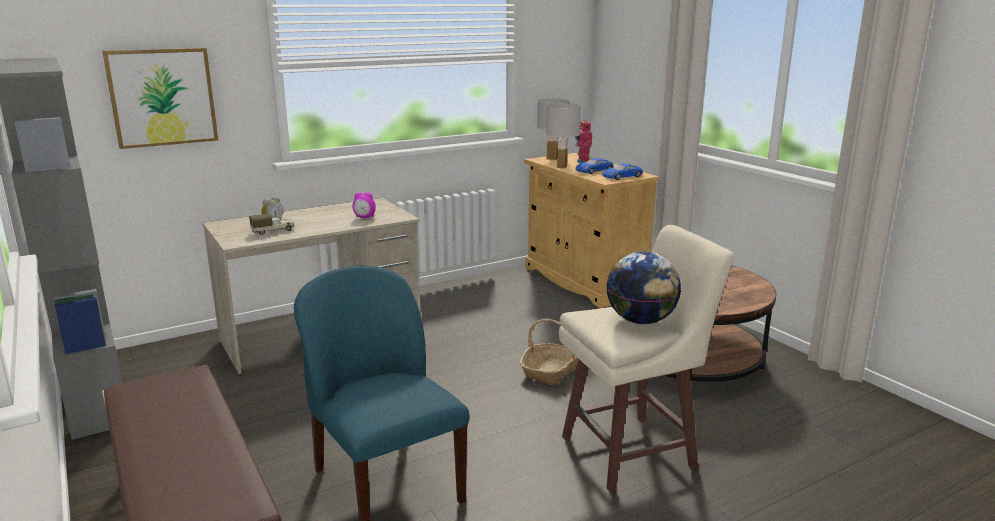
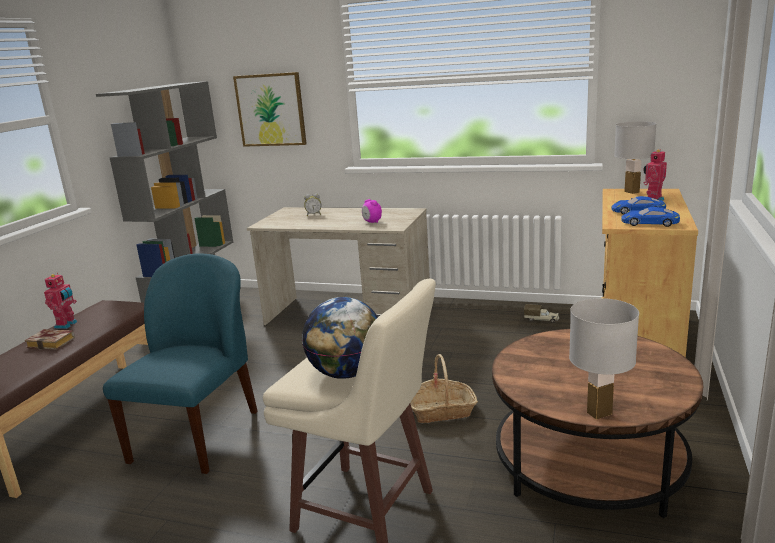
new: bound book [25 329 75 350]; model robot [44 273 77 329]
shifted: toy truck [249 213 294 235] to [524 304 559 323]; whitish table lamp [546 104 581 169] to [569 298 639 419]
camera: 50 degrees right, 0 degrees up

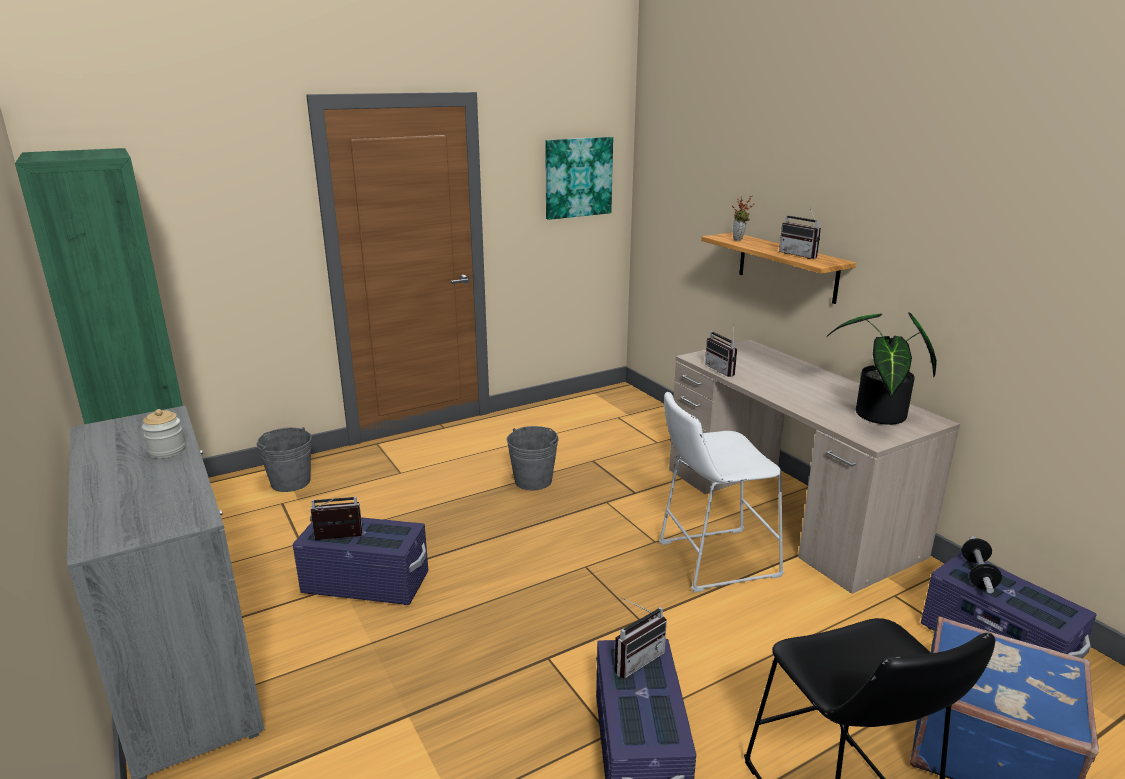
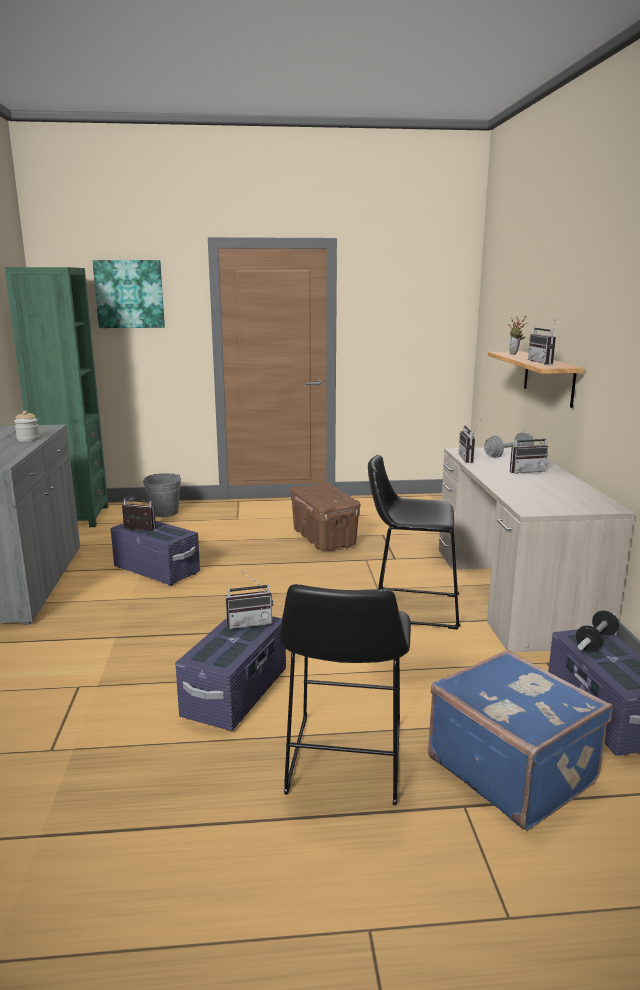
gone: plant in a pot [827 313 937 425]
new: grey free weight [484 432 534 458]; radio [510 428 548 474]
shifted: wall picture [545 137 613 220] to [92 260 165 328]
swapped: grey water bucket [507 426 559 490] to brownish storage box [290 482 361 551]
repainted: whitish stool seat [659 392 784 592] to black-coloured stool seat [368 455 461 630]
camera: 25 degrees right, 5 degrees down

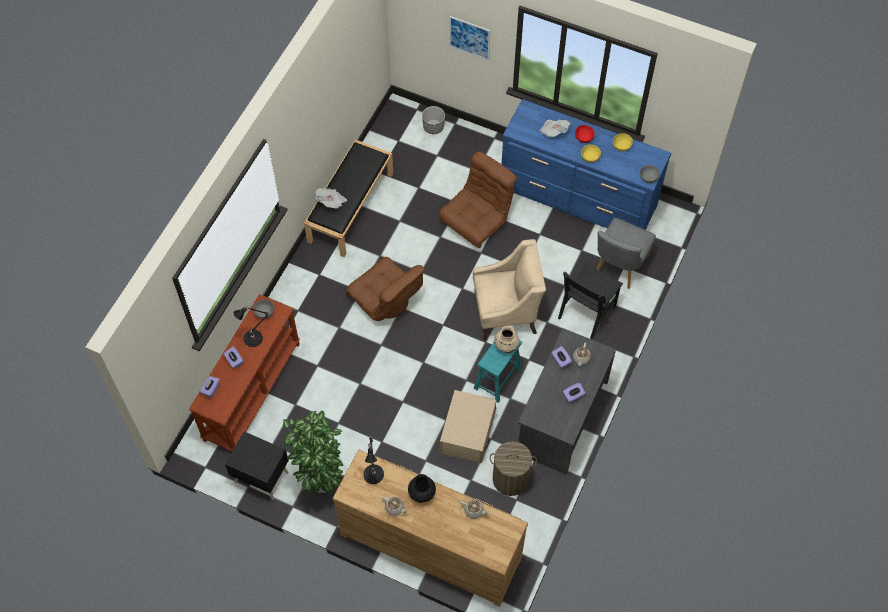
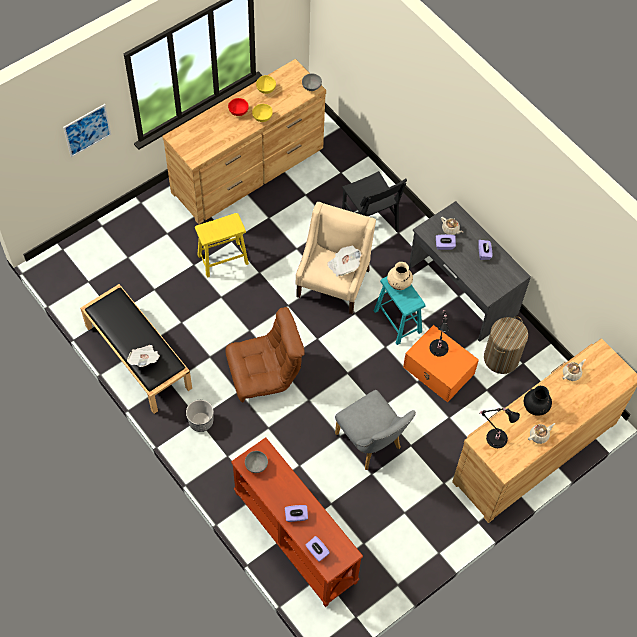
gone: black-coloured nightstand [225 432 289 500]; plant in a pot [283 410 343 494]
shifted: black-coloured table lamp [234 306 270 347] to [429 310 449 356]; planter [422 106 445 134] to [186 400 214 432]; newspaper [539 119 571 137] to [327 245 362 277]; grey chair [597 218 656 289] to [335 390 416 470]
swapped: brownish lounge chair [438 151 517 248] to yellow-coloured stool seat [195 213 249 278]
repainted: beige storage box [440 390 496 463] to orange-coloured storage box [403 325 479 402]; blue-coloured dresser [502 99 671 230] to brownish dresser [162 59 326 224]
camera: 65 degrees left, 0 degrees up

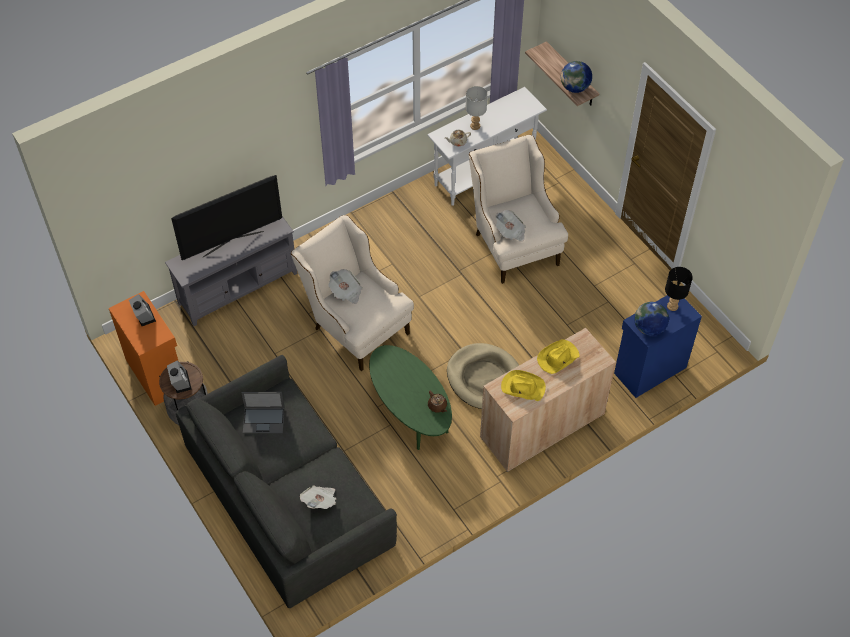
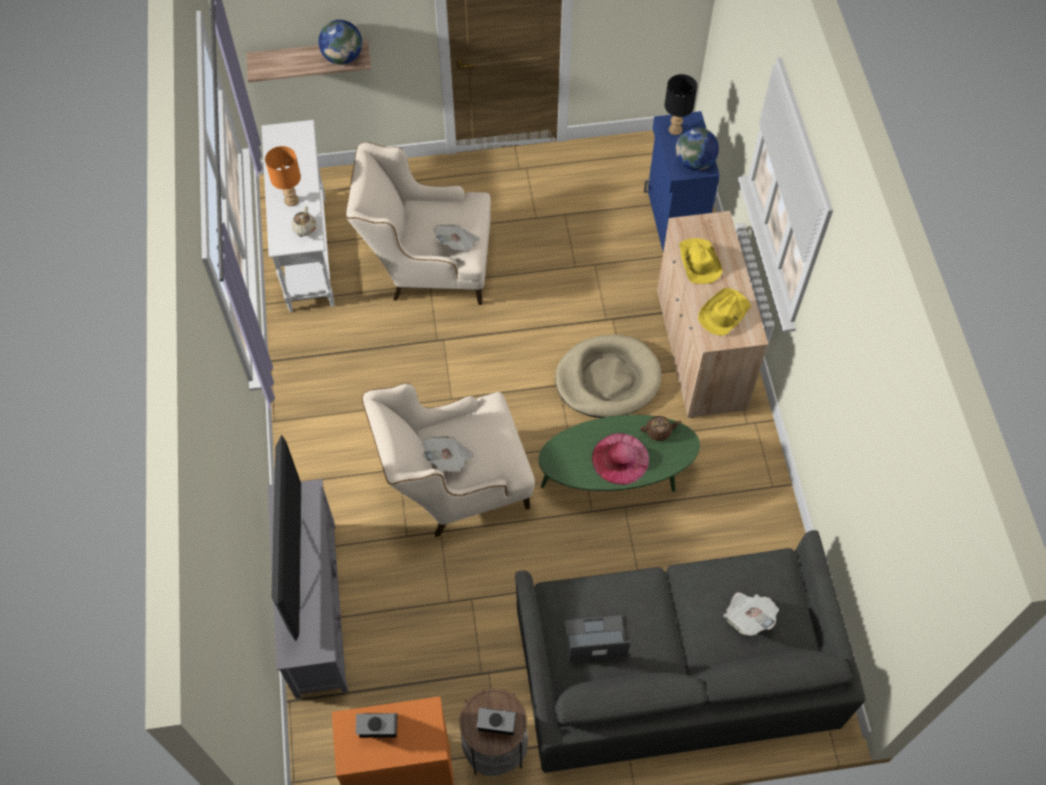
new: pink hat [592 433 649 485]
repainted: grey table lamp [465 86 488 130] to orange-coloured table lamp [265 146 301 206]
rotated: portable computer [241 392 284 433] = [565 615 630 662] 120 degrees counterclockwise
camera: 65 degrees left, 5 degrees up

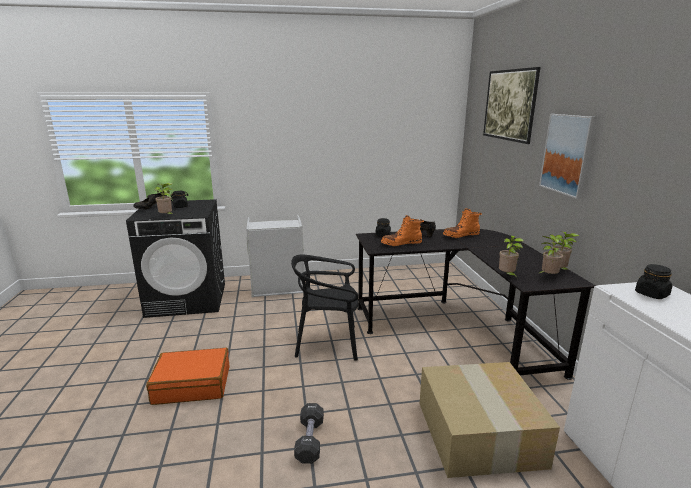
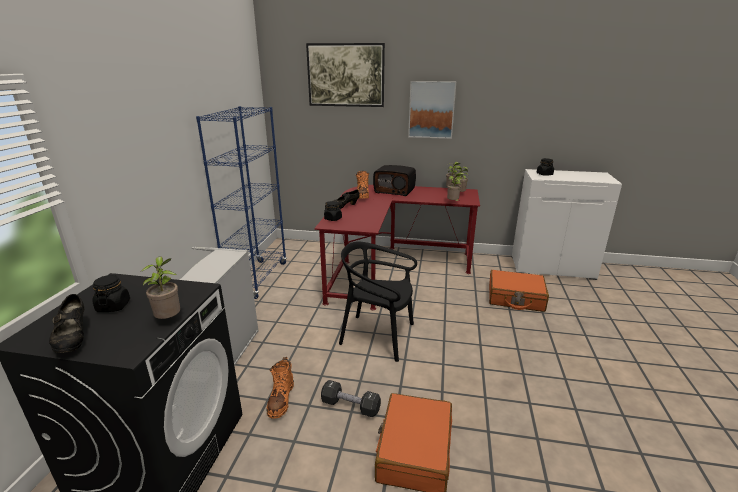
new: blue-coloured bookshelf [196 106 287 299]; radio [373 165 416 196]
shifted: black-coloured free weight [294 403 324 464] to [321 380 381 417]; orange-coloured tall boot [381 215 424 246] to [267 357 294 419]
swapped: packing box [420 362 560 478] to orange-coloured suitcase [489 270 549 312]
repainted: black-coloured desk table [356 229 596 380] to red desk table [314 185 480 310]
rotated: black-coloured chair [291 255 358 361] = [339 242 417 362] 90 degrees clockwise
camera: 70 degrees left, 5 degrees up

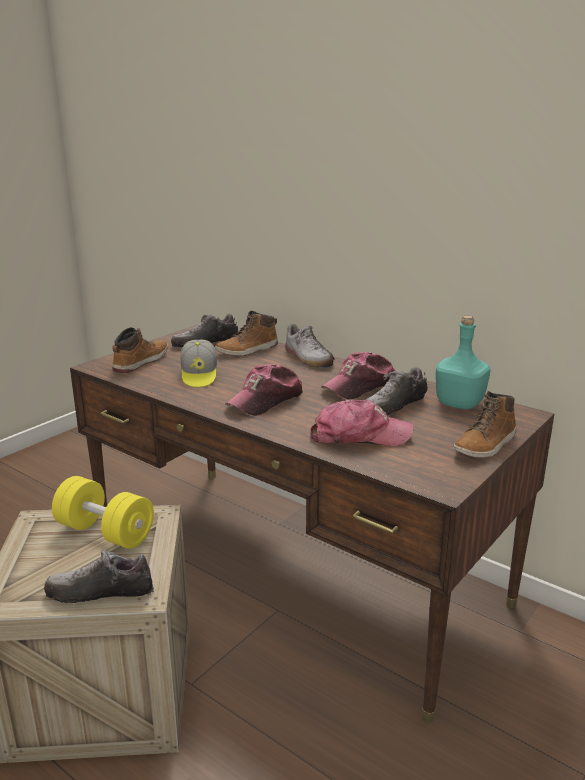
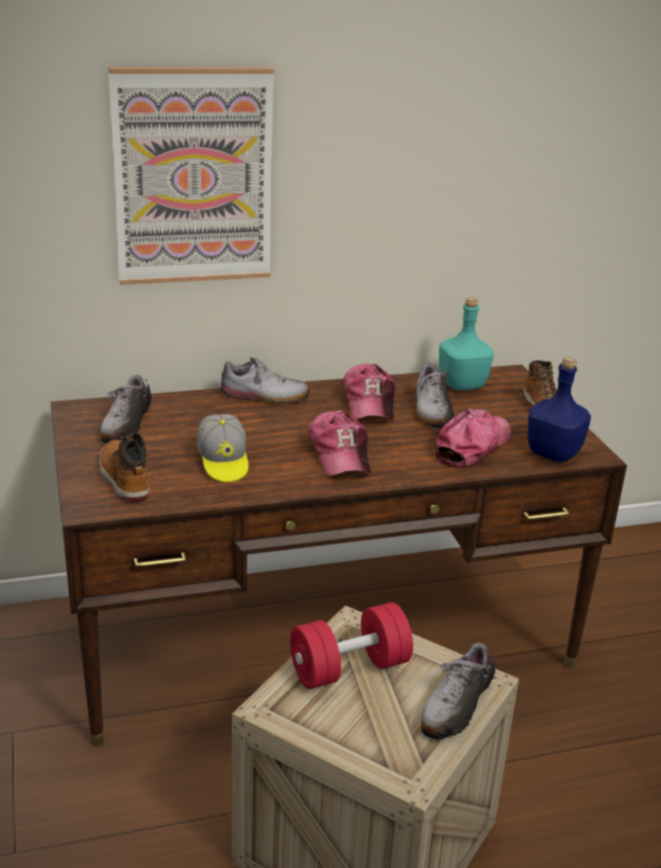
gone: tall boot [215 311 278 356]
new: wall picture [108 67 274 285]; blue-coloured bottle [528 357 591 462]
repainted: yellow-coloured free weight [52 476 154 549] to red free weight [290 602 413 689]
rotated: baseball cap [180 339 217 388] = [197 414 249 482] 45 degrees clockwise
camera: 55 degrees left, 5 degrees up

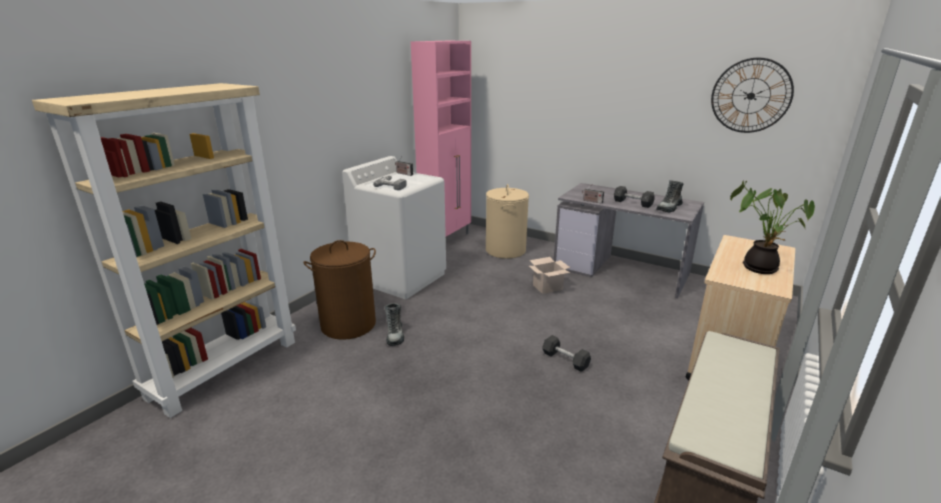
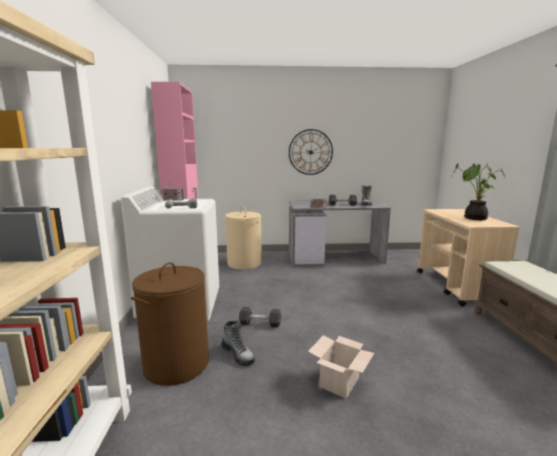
shifted: packing box [529 257 570 294] to [308 335 374 398]; grey free weight [542 335 591 372] to [239 307 281 328]; clock on the wall [711 58 794 133] to [289 129 333 175]
camera: 35 degrees left, 10 degrees down

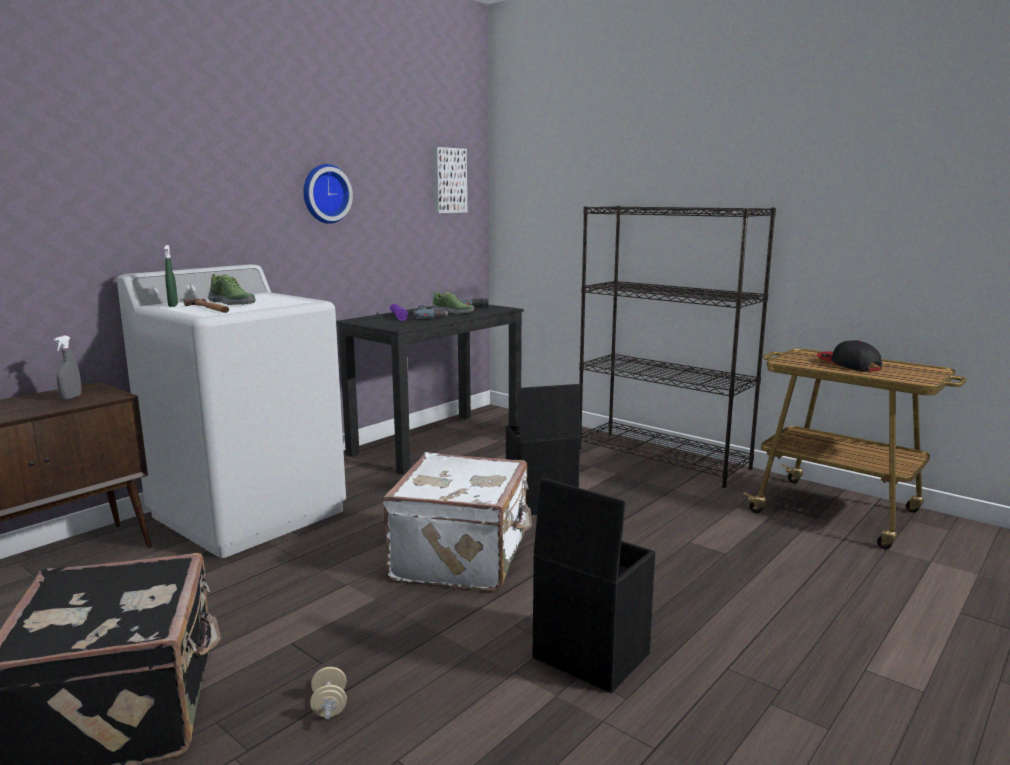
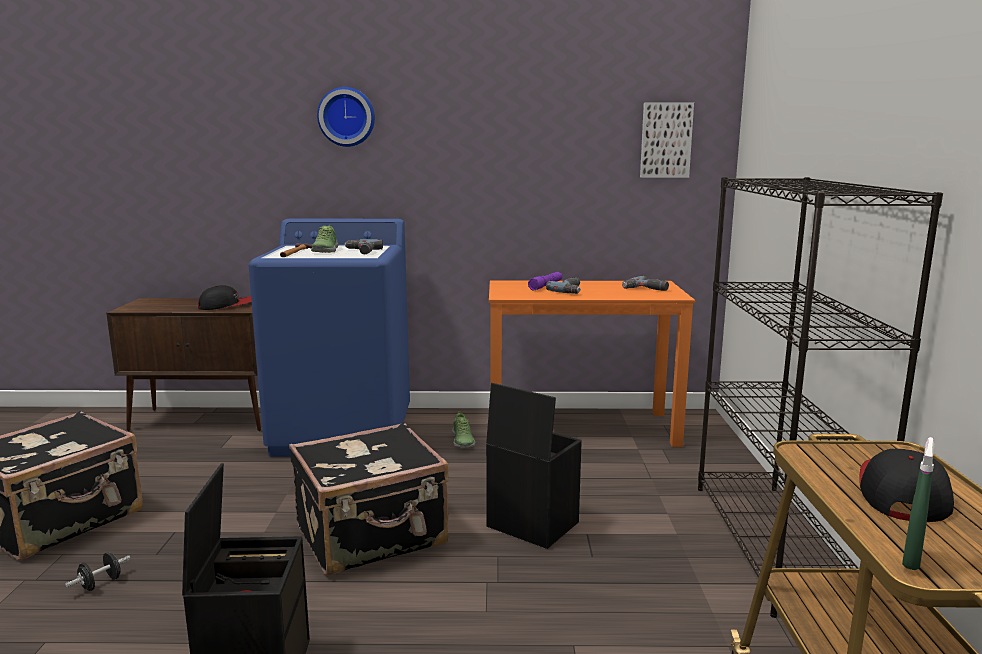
new: electric drill [344 239 383 254]
shifted: greenish hand sprayer [164 245 178 307] to [902 437 935 570]; clock on the wall [303 164 353 224] to [317 87 375 147]; shoe [431 291 474 314] to [452 411 475 448]
swapped: grey hand sprayer [54 335 82 400] to baseball cap [198 285 251 310]
repainted: whitish laundry machine [117 264 346 558] to blue-coloured laundry machine [249 219 410 457]; beige free weight [310 667 347 719] to black-coloured free weight [65 552 131 591]; black-coloured desk table [336 305 524 475] to orange-coloured desk table [489 281 695 447]; whitish suitcase [382 452 532 592] to black-coloured suitcase [289 422 449 575]
camera: 50 degrees right, 0 degrees up

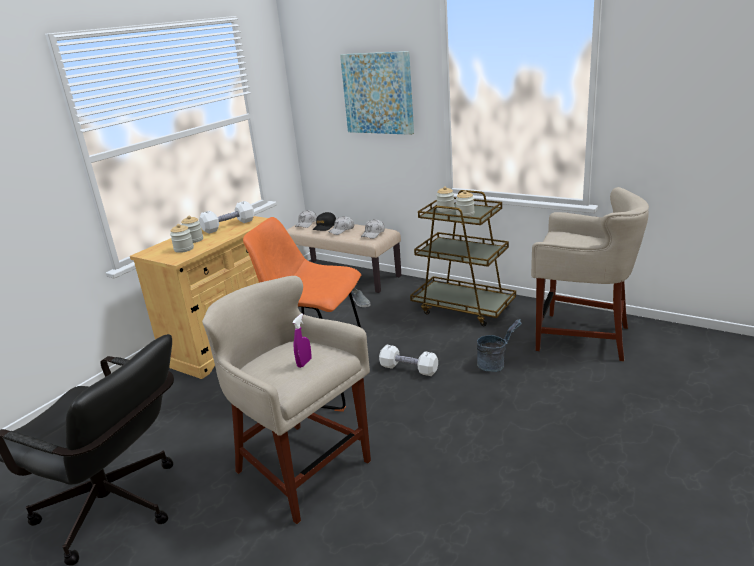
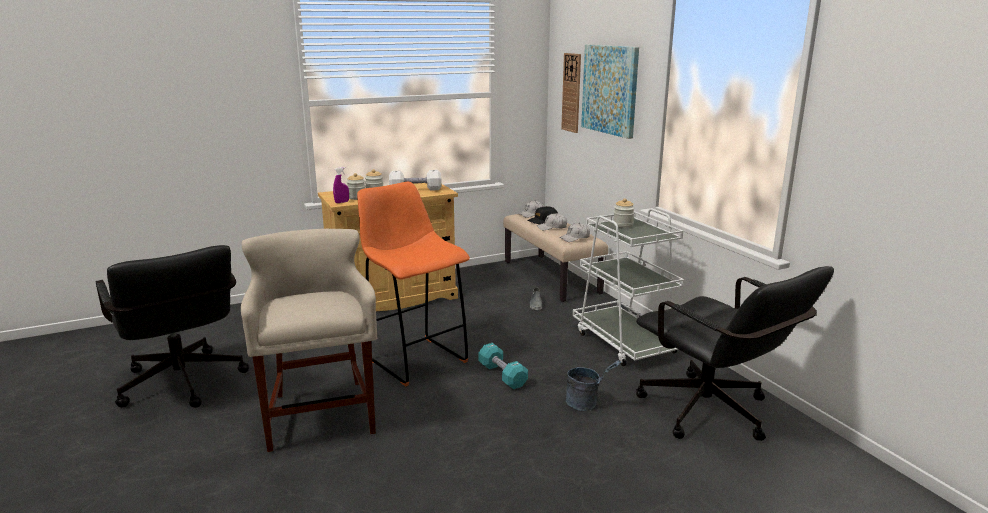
gone: storage jar [456 190 474 217]
new: clock on the wall [561 53 581 133]
shifted: purplish hand sprayer [292 314 311 368] to [333 167 349 203]
swapped: beige stool seat [531 187 649 361] to black-coloured office chair [636 266 834 441]
repainted: whitish free weight [379 344 438 376] to turquoise free weight [478 343 528 389]; brownish cart [410 190 516 326] to whitish cart [573 208 684 366]
camera: 30 degrees right, 5 degrees down

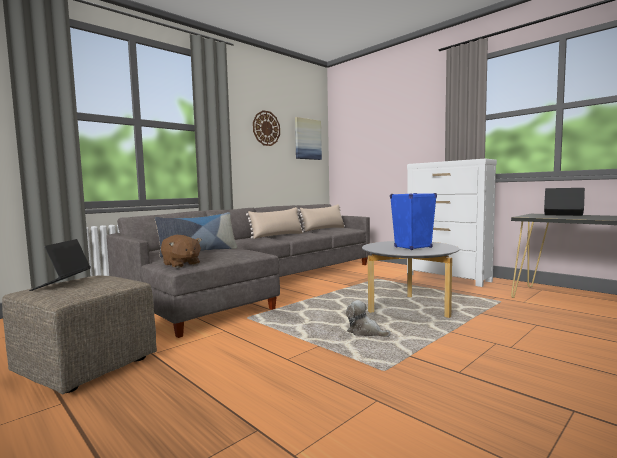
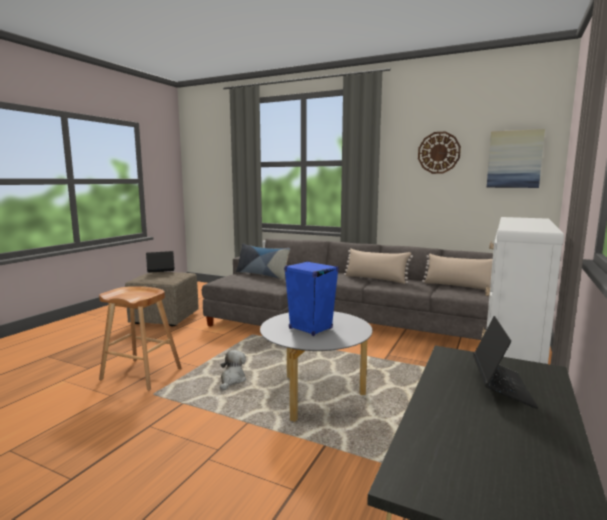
gone: brownish soft toy [161 235 202 268]
new: brownish stool seat [99 286 181 390]
camera: 70 degrees right, 5 degrees up

